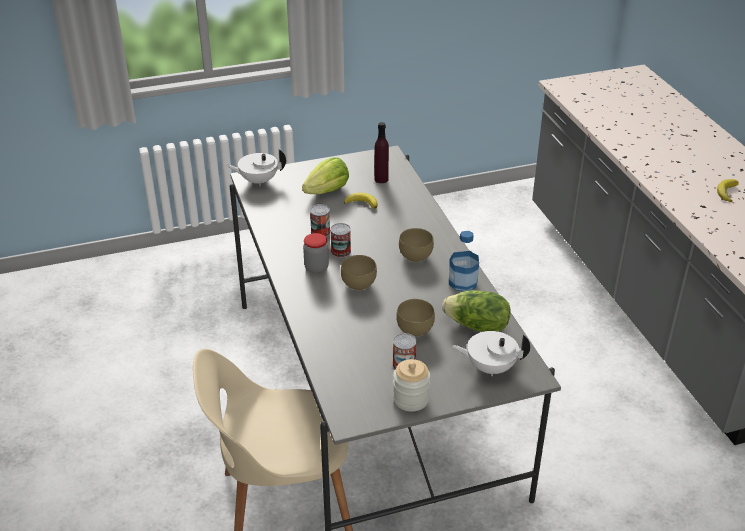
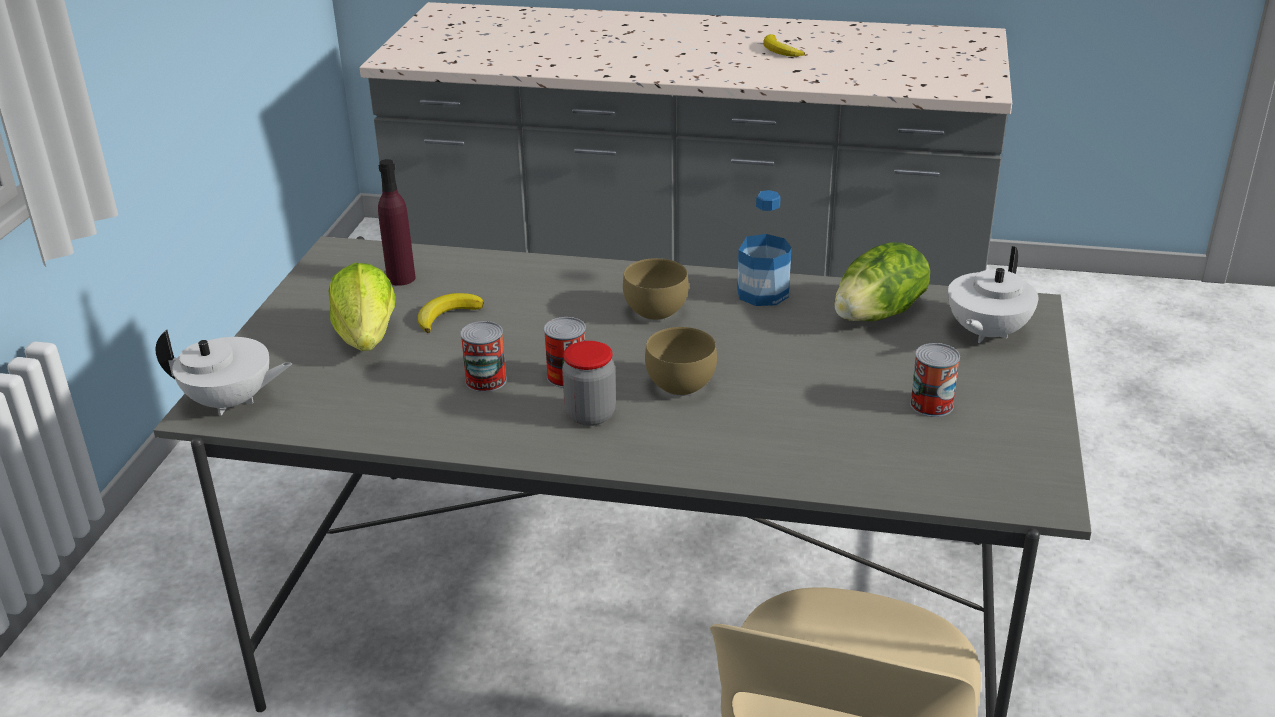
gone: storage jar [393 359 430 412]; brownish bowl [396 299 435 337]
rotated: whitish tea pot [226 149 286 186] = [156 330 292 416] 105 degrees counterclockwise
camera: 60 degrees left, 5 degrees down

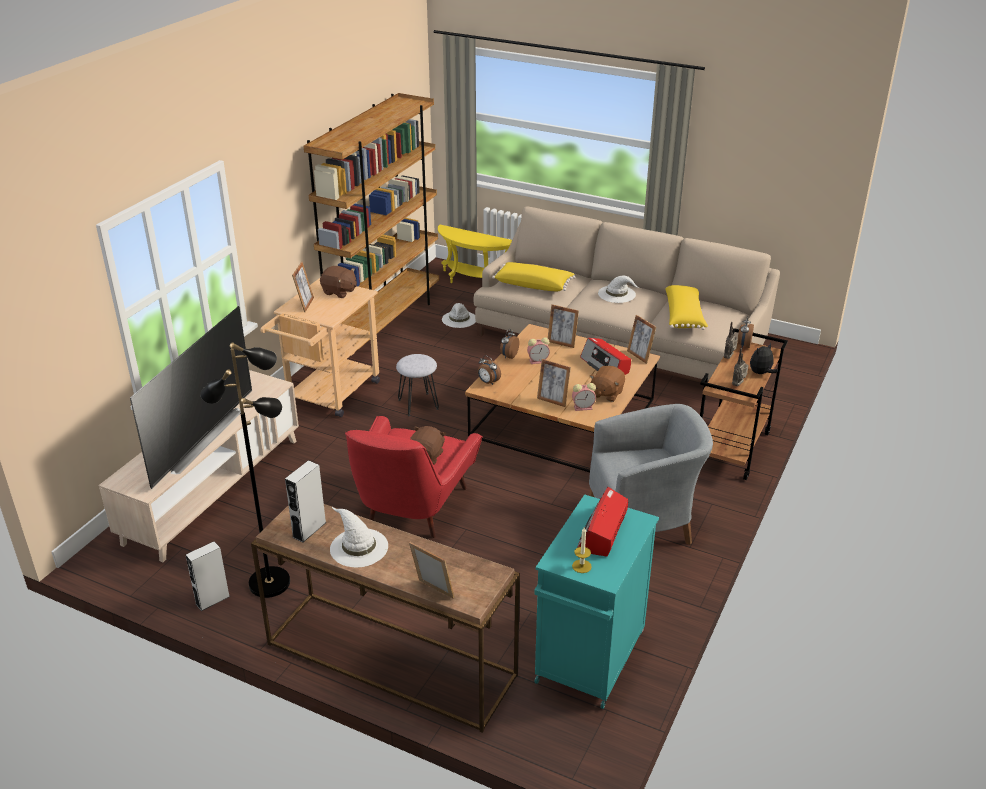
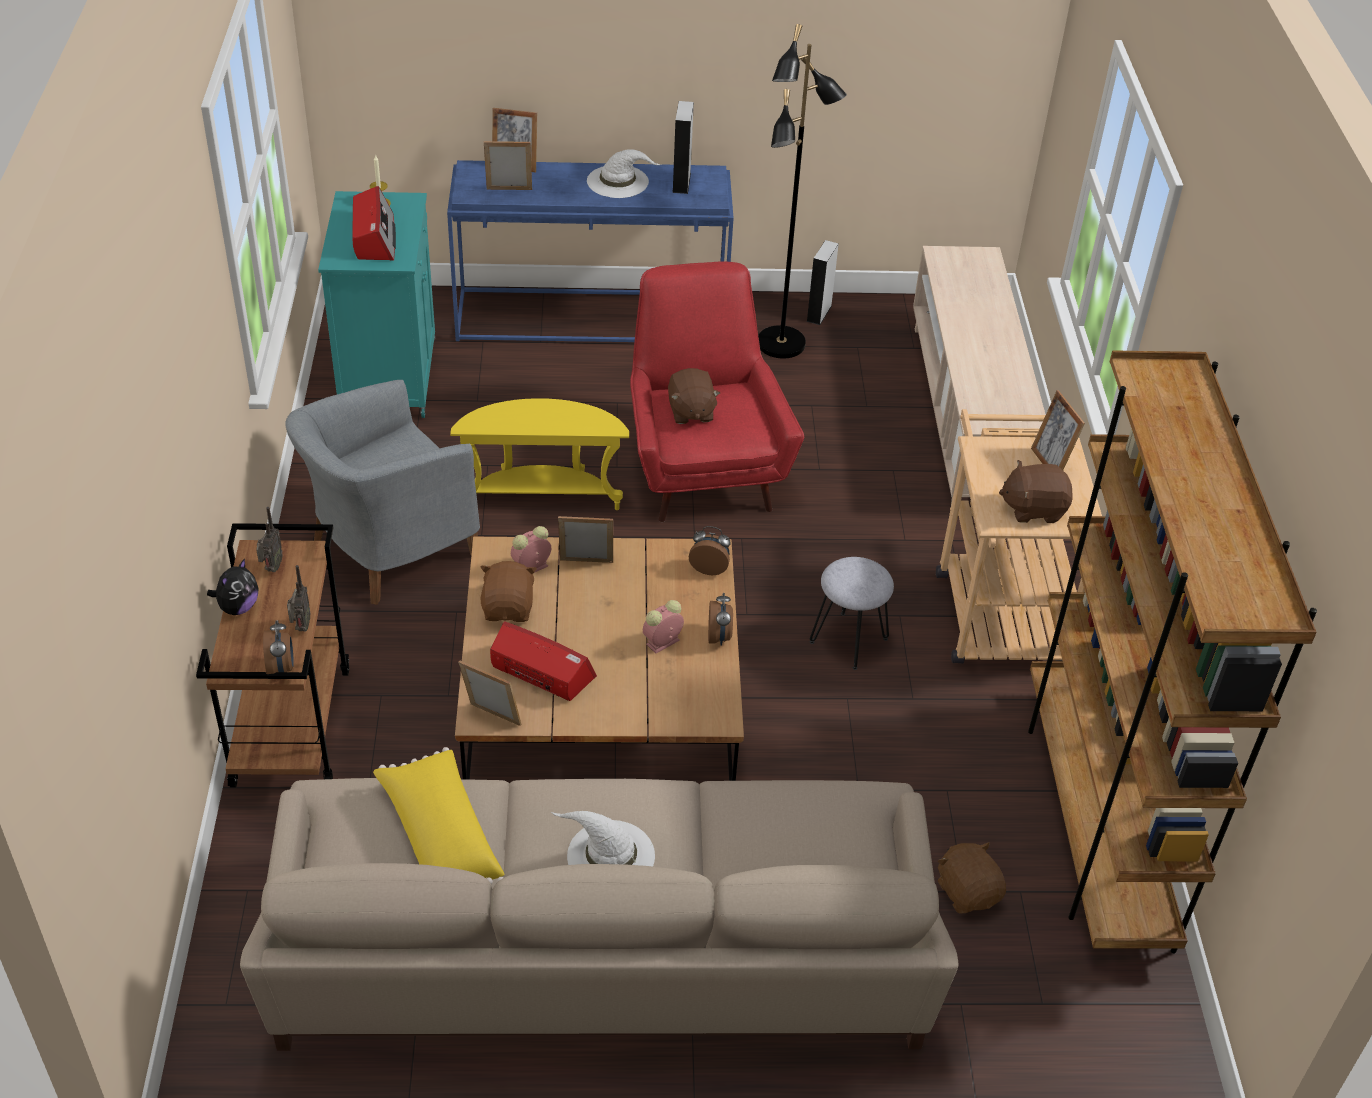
gone: TV [130 306 252 489]; yellow-coloured cushion [492 262 576 291]
shifted: yellow-coloured end table [438 224 512 283] to [450 398 629 510]; standing frame [548 304 579 348] to [484 141 532 190]
swapped: whitish hat [442 303 476 328] to brownish soft toy [938 842 1006 913]
repainted: brownish narrow table [251 504 520 733] to blue-coloured narrow table [447 160 734 342]
camera: 150 degrees right, 10 degrees up

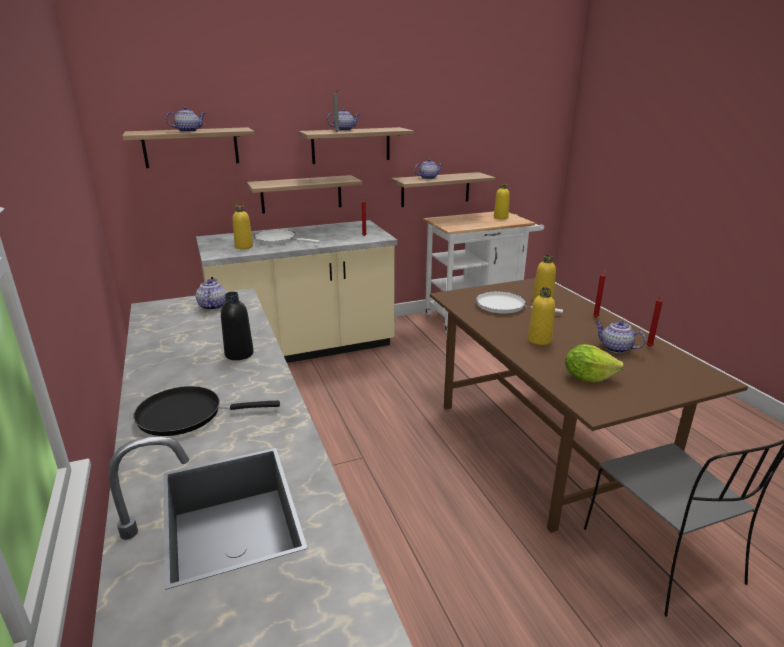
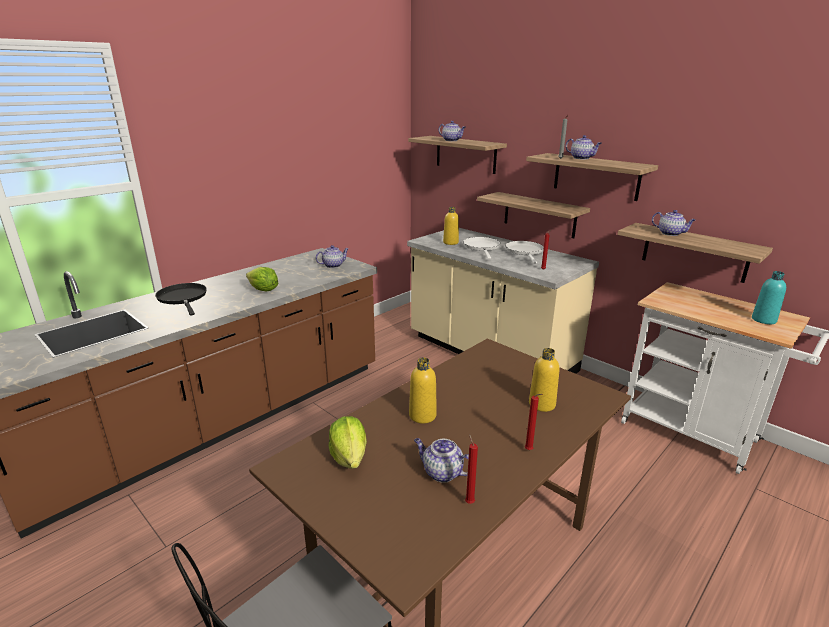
shifted: whitish pan [476 291 563 314] to [505 241 544 264]
swapped: black-coloured bottle [221 292 254 360] to head of lettuce [246 267 278 292]
repainted: yellow-coloured bottle [494 183 510 219] to turquoise bottle [752 271 786 324]
rotated: tea pot [595 321 646 353] = [414 438 469 483] 75 degrees counterclockwise
camera: 65 degrees right, 0 degrees up

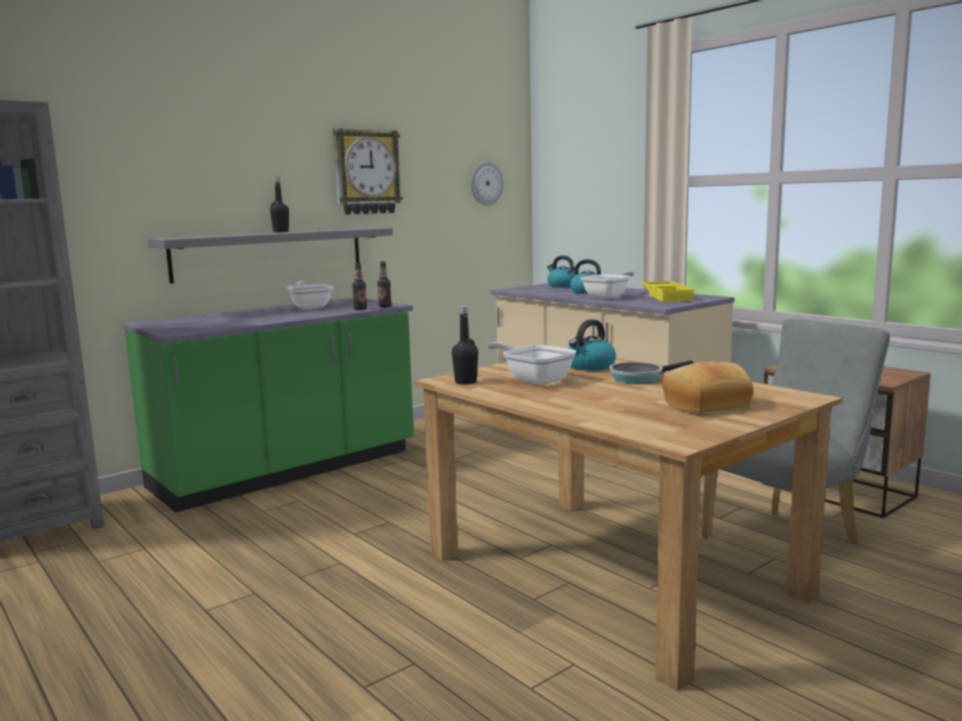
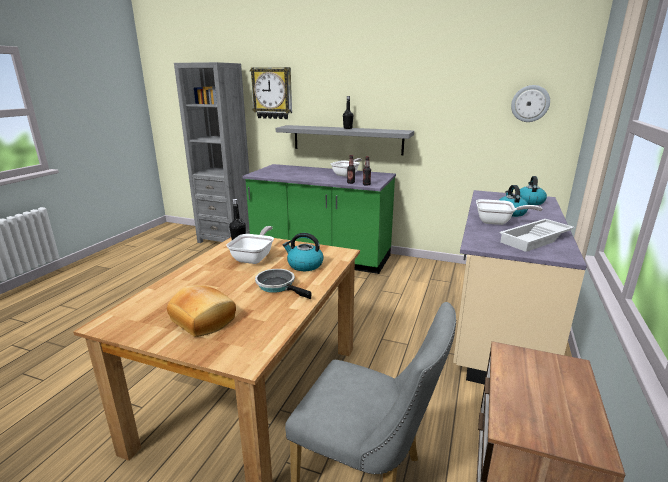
shifted: clock on the wall [333 128 403 215] to [250 67 292 119]
repainted: yellow-coloured tray [641 281 696 302] to whitish tray [499 219 575 252]
camera: 60 degrees right, 10 degrees up

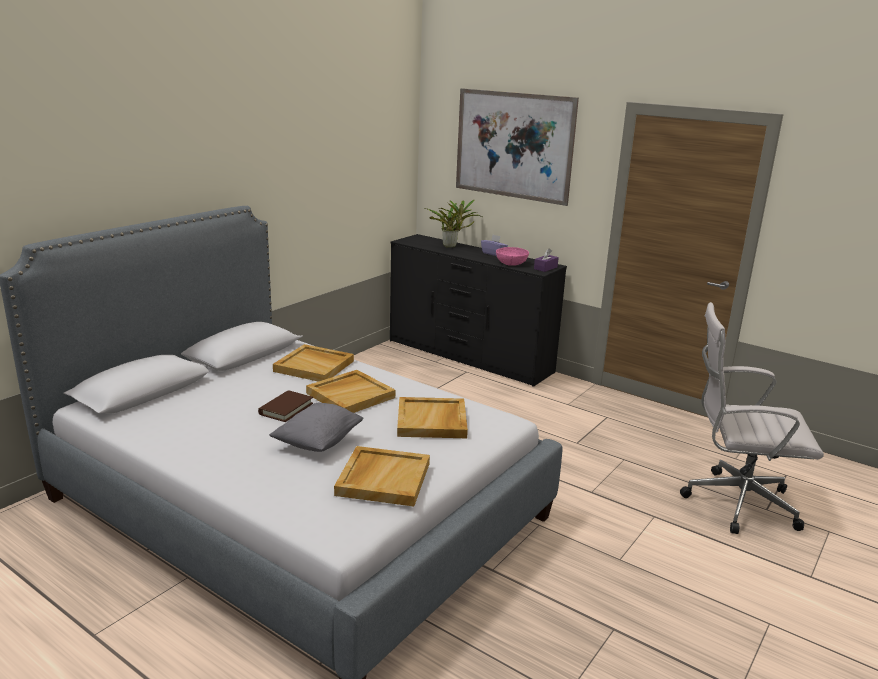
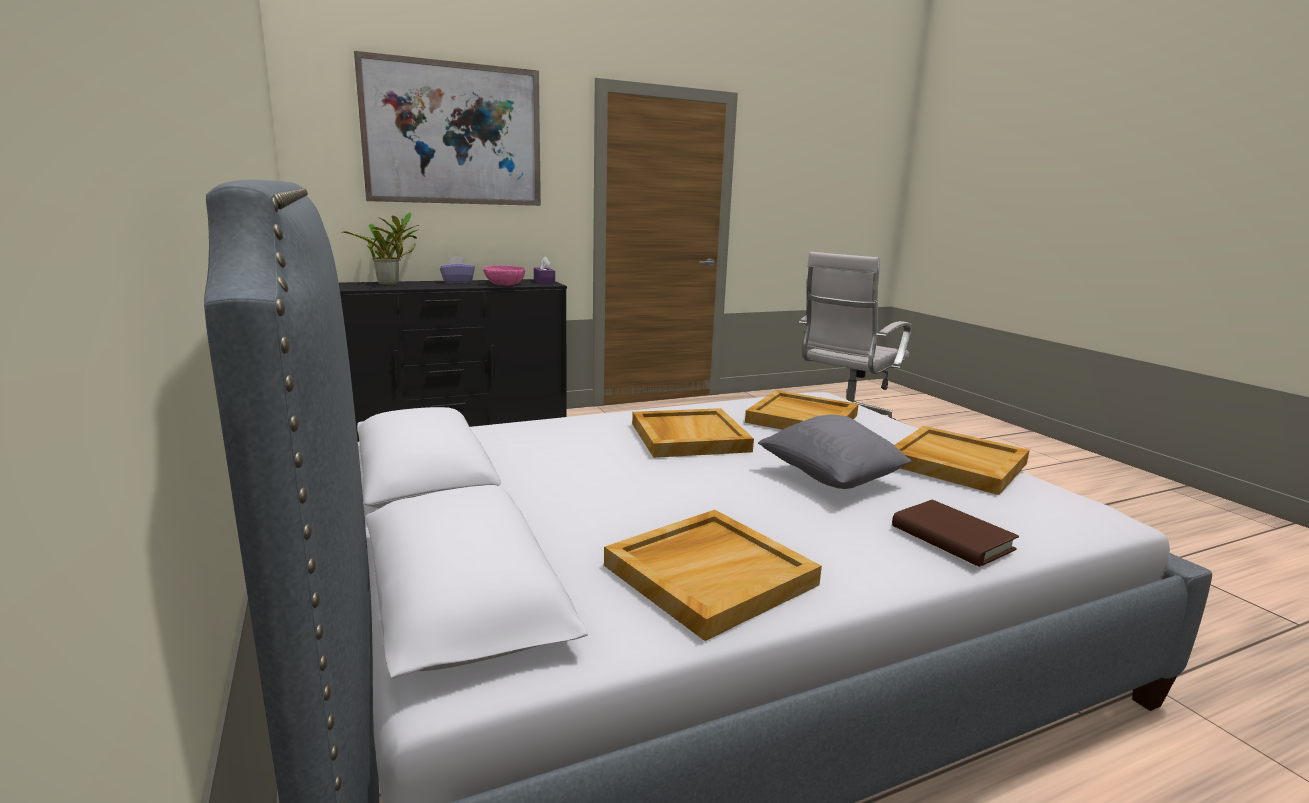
shifted: brownish bound book [258 390 313 422] to [892 500 1019 567]; beige tray [273 344 354 382] to [604 510 822 641]
camera: 60 degrees left, 5 degrees down

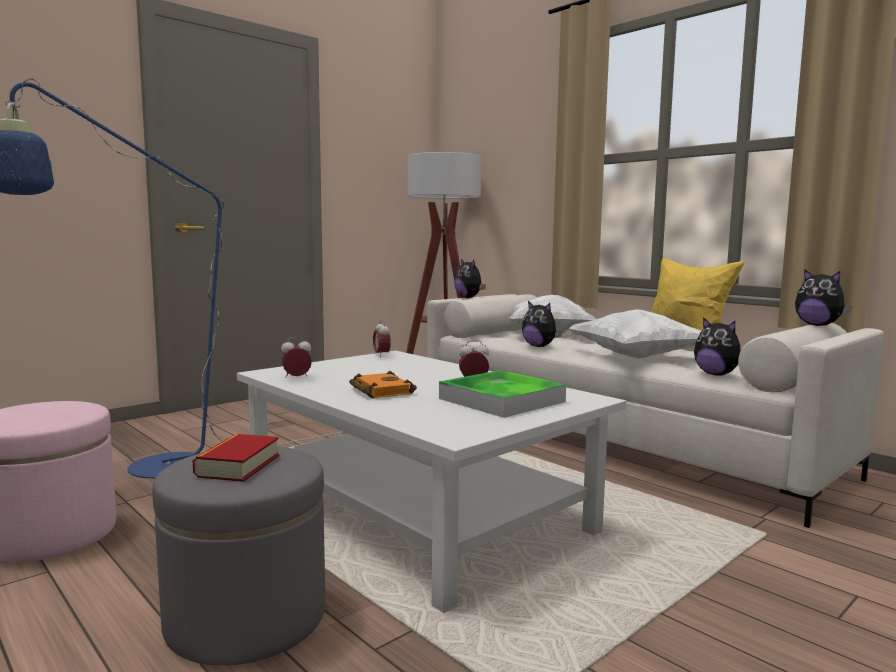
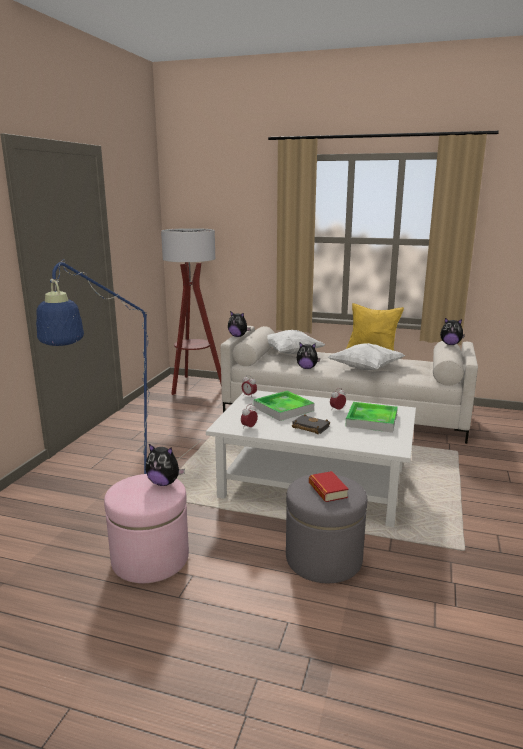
new: tray [254 391 314 421]
shifted: soft toy [694 317 741 375] to [145 444 185 486]
repainted: orange-coloured bound book [349 371 417 399] to black-coloured bound book [292 414 330 434]
camera: 30 degrees left, 10 degrees up

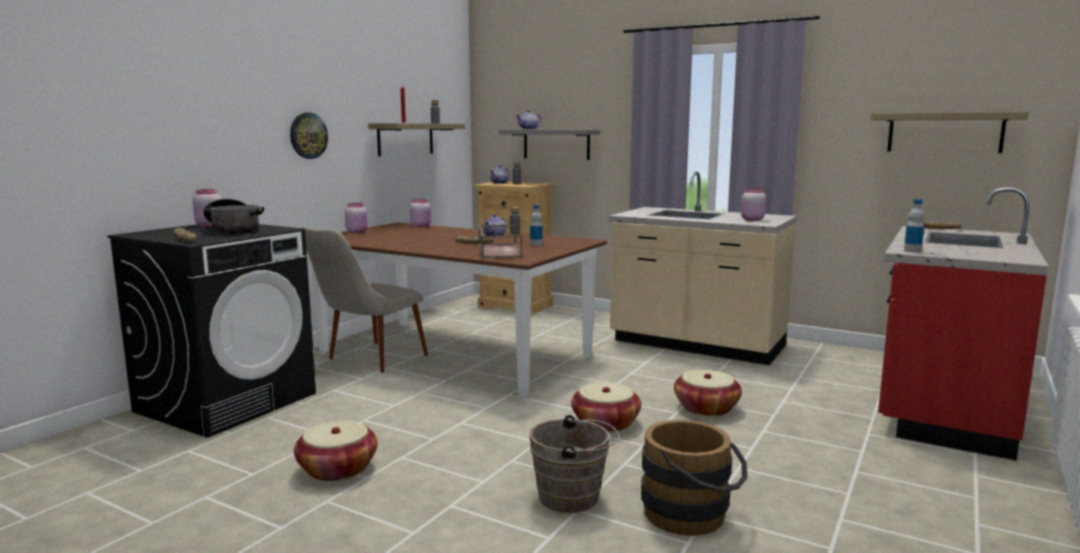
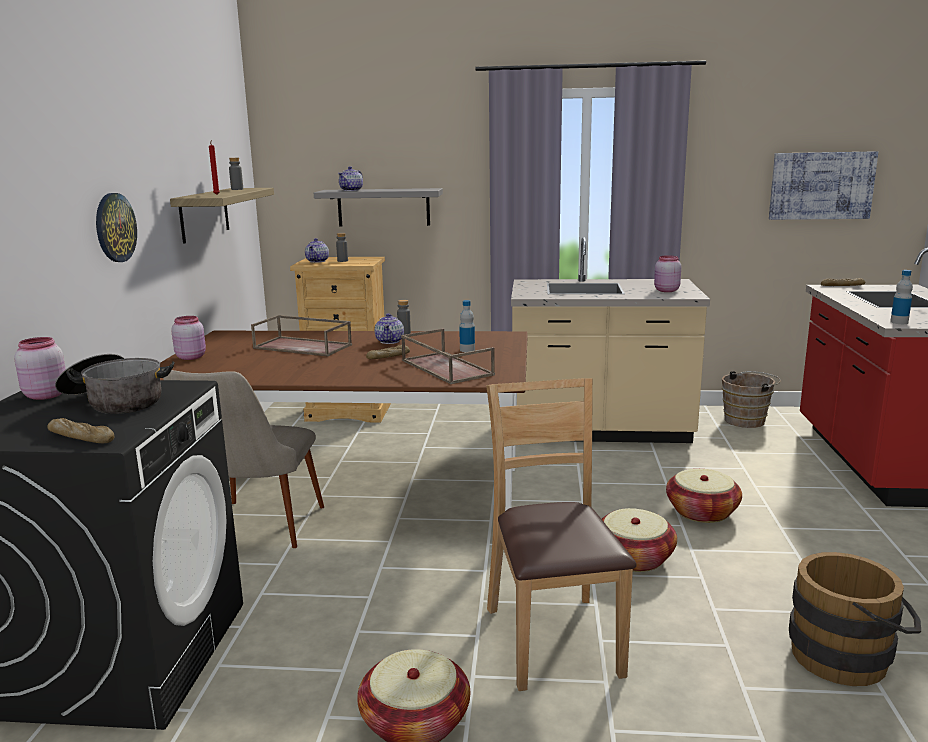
gone: pink storage jar [410 199 431 228]
new: brownish tray [251 315 352 357]; brownish chair [486 378 637 691]
shifted: brownish water bucket [529 415 620 513] to [722 371 781 428]
swapped: wall shelf [870 112 1029 153] to wall picture [769 151 878 220]
camera: 25 degrees left, 5 degrees up

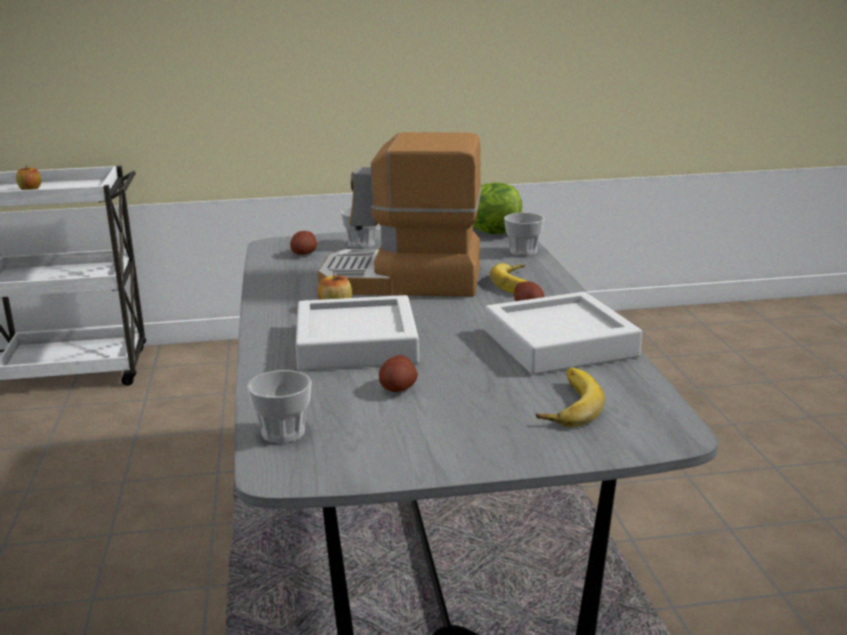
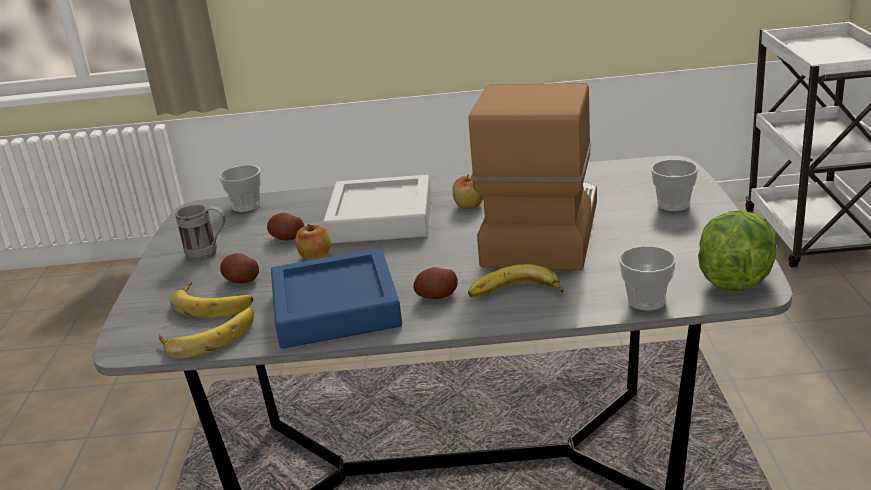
new: banana fruit [159 308 254 358]; grey tea mug [175 205 226 261]
shifted: apple [16 165 41 190] to [295 224 330 261]; potato [290 231 317 255] to [220 253 259 284]
repainted: grey tray [485 292 642 375] to blue-coloured tray [271 248 402 349]
camera: 100 degrees right, 5 degrees up

